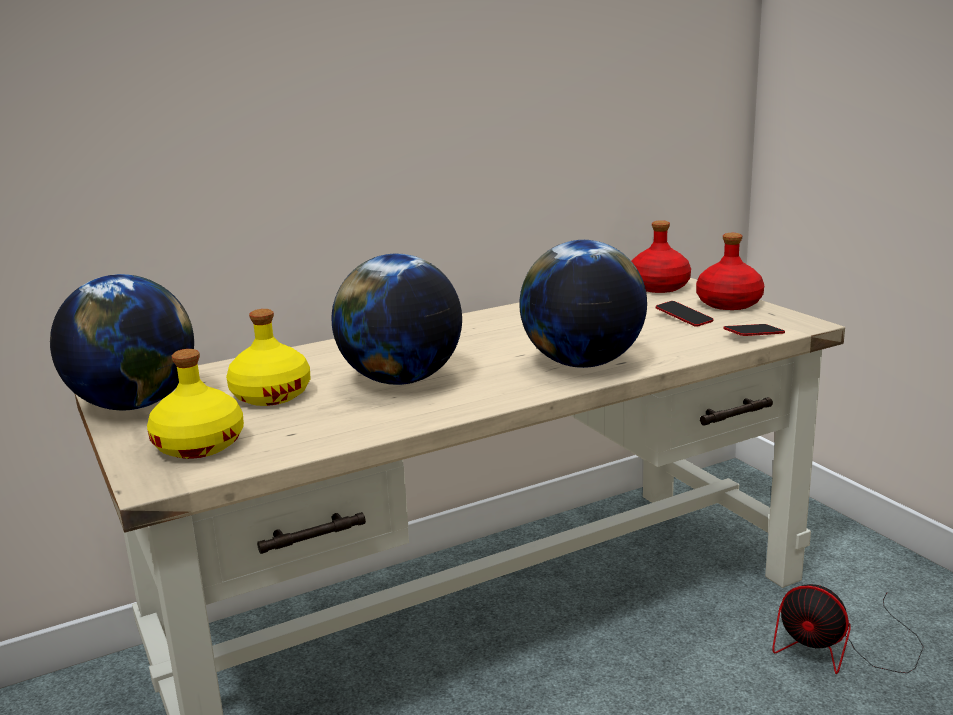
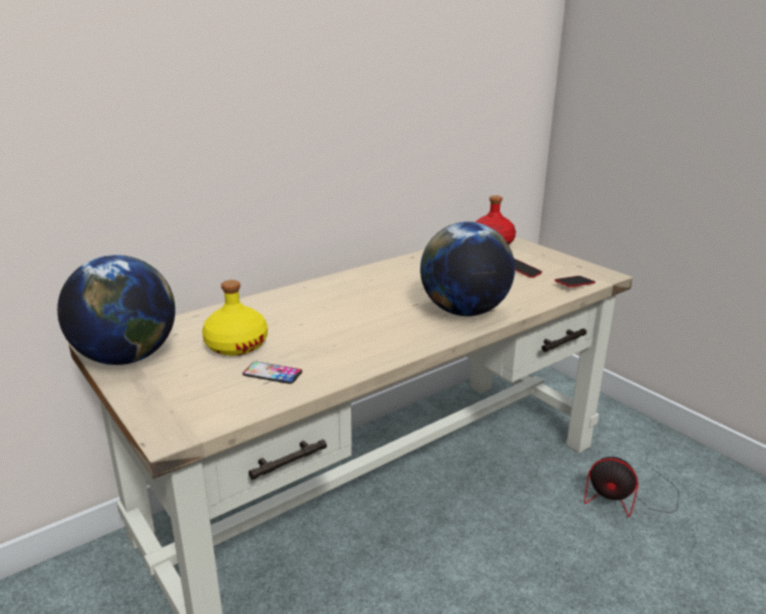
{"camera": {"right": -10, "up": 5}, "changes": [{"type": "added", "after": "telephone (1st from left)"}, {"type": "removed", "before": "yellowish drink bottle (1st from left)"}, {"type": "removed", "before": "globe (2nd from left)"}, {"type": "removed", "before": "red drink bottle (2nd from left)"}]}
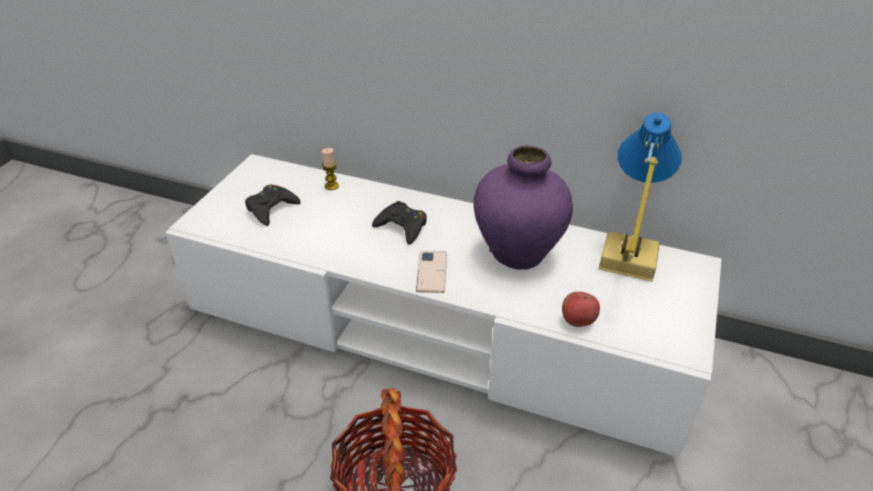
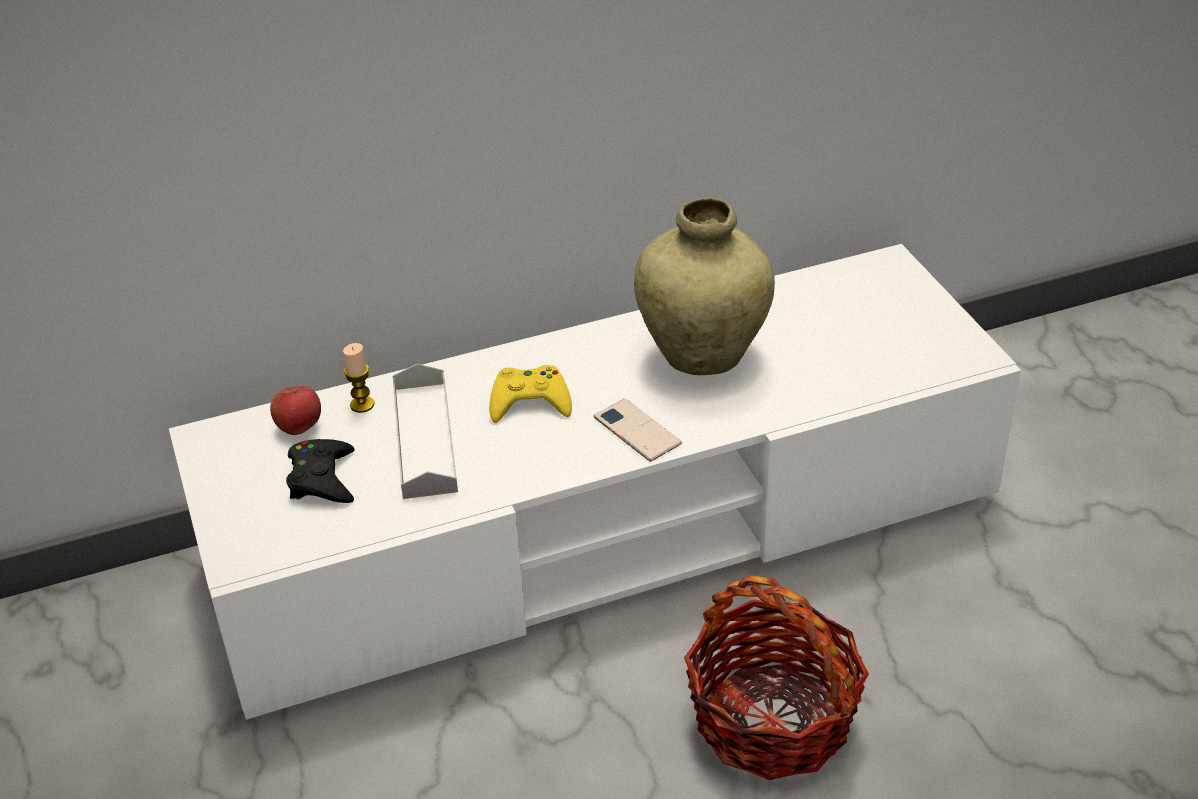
{"camera": {"right": -40, "up": 0}, "changes": [{"type": "moved", "before": "apple"}, {"type": "added", "after": "gray serving tray"}, {"type": "recoloured", "before": "blackish gamepad (2nd from left)", "after": "yellowish gamepad"}, {"type": "recoloured", "before": "purple-coloured decorative vase", "after": "beige decorative vase"}, {"type": "removed", "before": "tabletop lamp"}]}
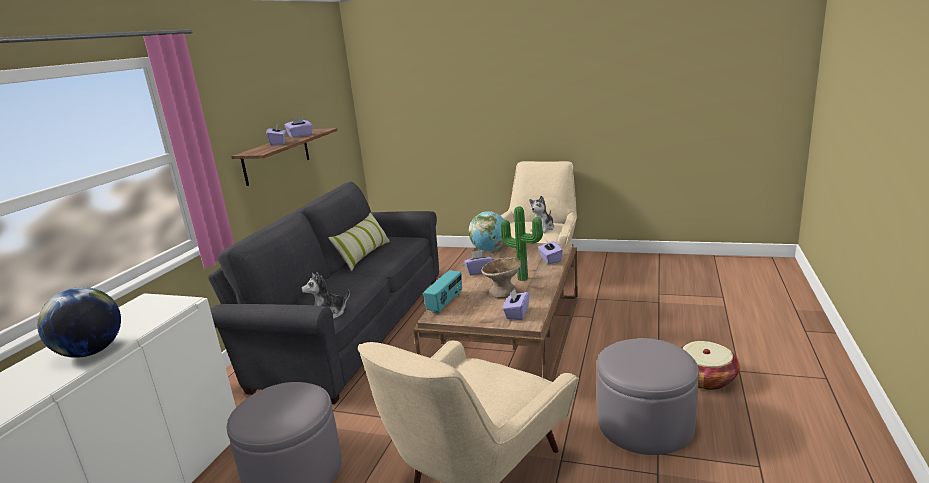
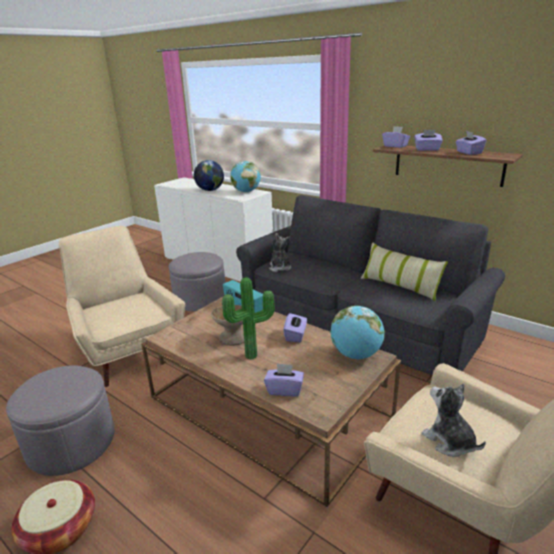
{"camera": {"right": 110, "up": 5}, "changes": [{"type": "added", "after": "globe (2nd from left)"}, {"type": "moved", "before": "purple-coloured tissue box (4th from left in the first image)", "after": "purple-coloured tissue box (3rd from left)"}]}
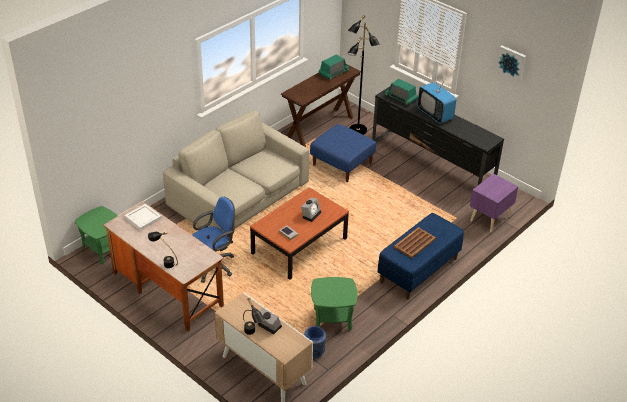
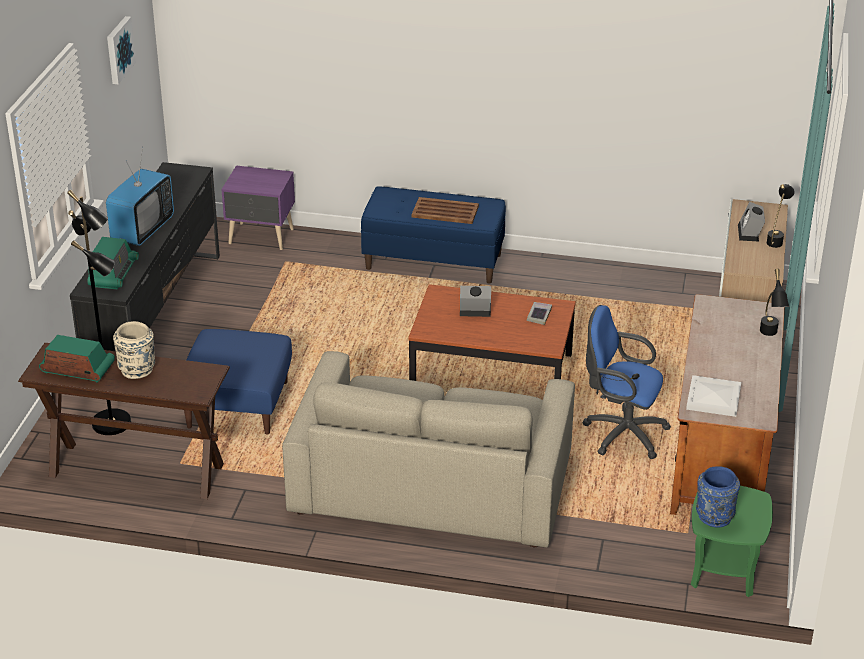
{"camera": {"right": -120, "up": -5}, "changes": [{"type": "added", "after": "beige decorative vase"}, {"type": "moved", "before": "blue-coloured decorative vase"}, {"type": "removed", "before": "greenish accent table (2nd from left)"}]}
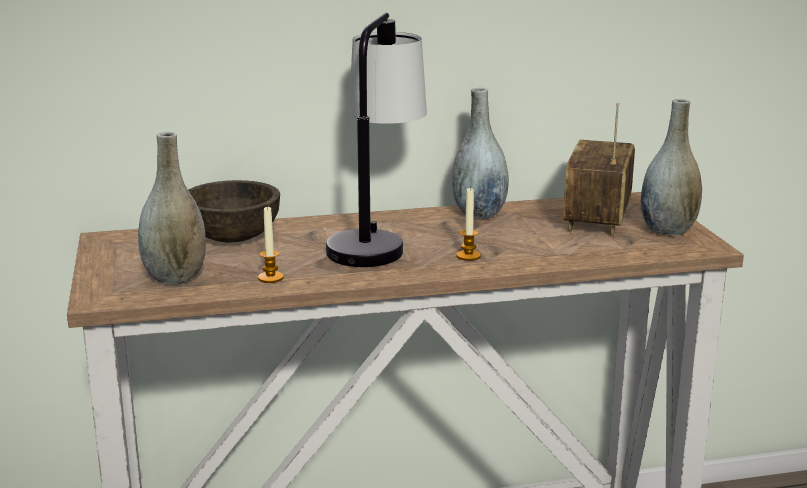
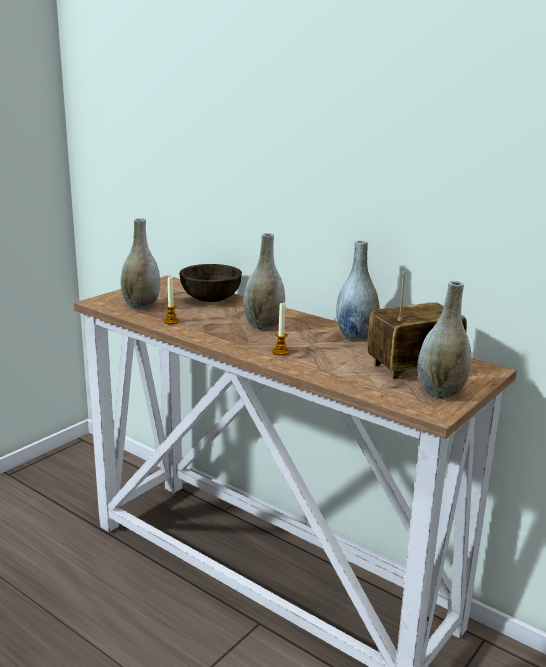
{"camera": {"right": 50, "up": 0}, "changes": [{"type": "replaced", "before": "tabletop lamp", "after": "gray decorative vase (2nd from left)"}]}
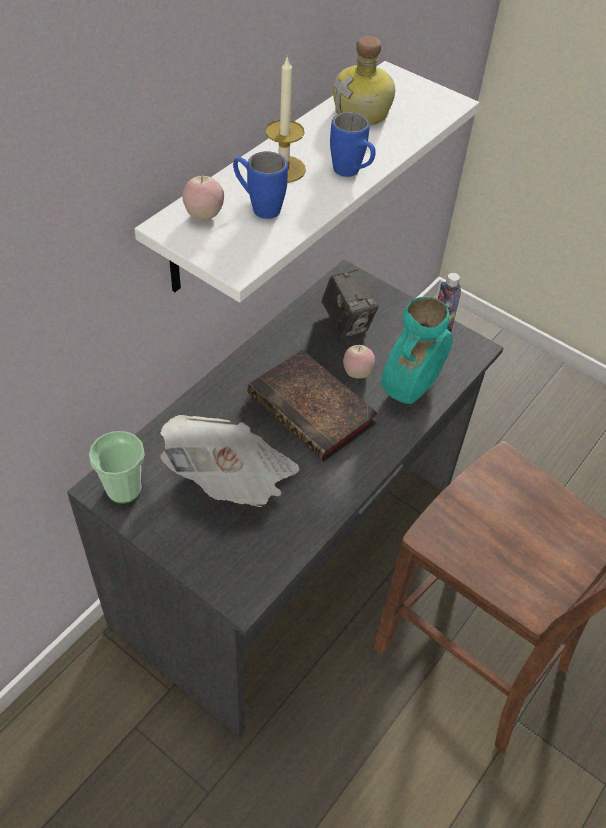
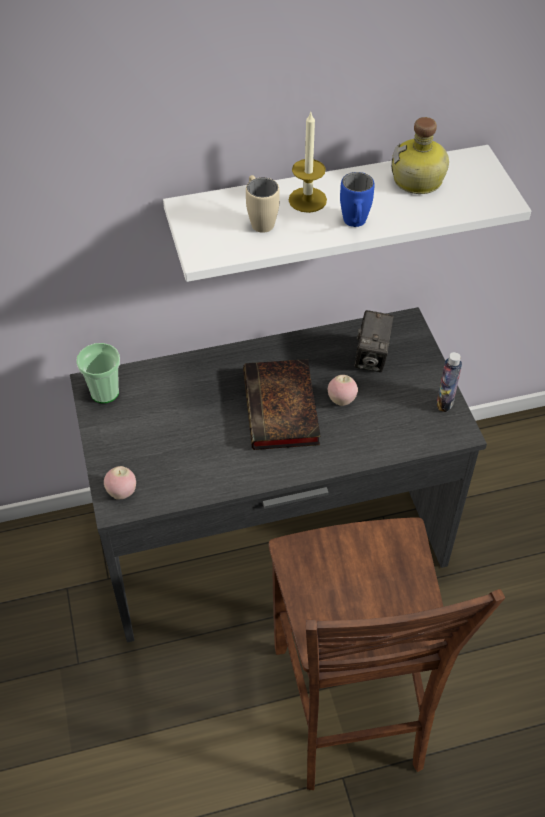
{"camera": {"right": 40, "up": 0}, "changes": [{"type": "moved", "before": "apple (1st from left)"}, {"type": "recoloured", "before": "blue-coloured mug (1st from left)", "after": "beige mug"}, {"type": "removed", "before": "newspaper"}, {"type": "removed", "before": "turquoise-coloured decorative vase"}]}
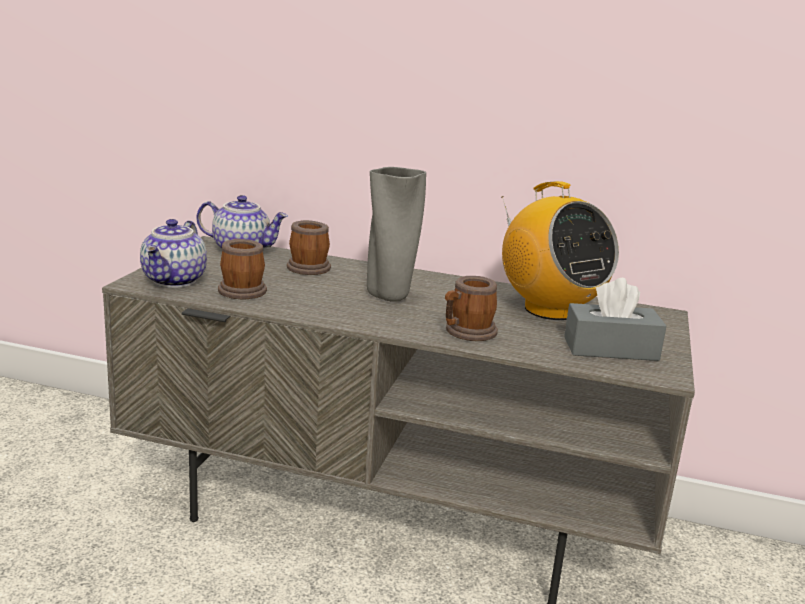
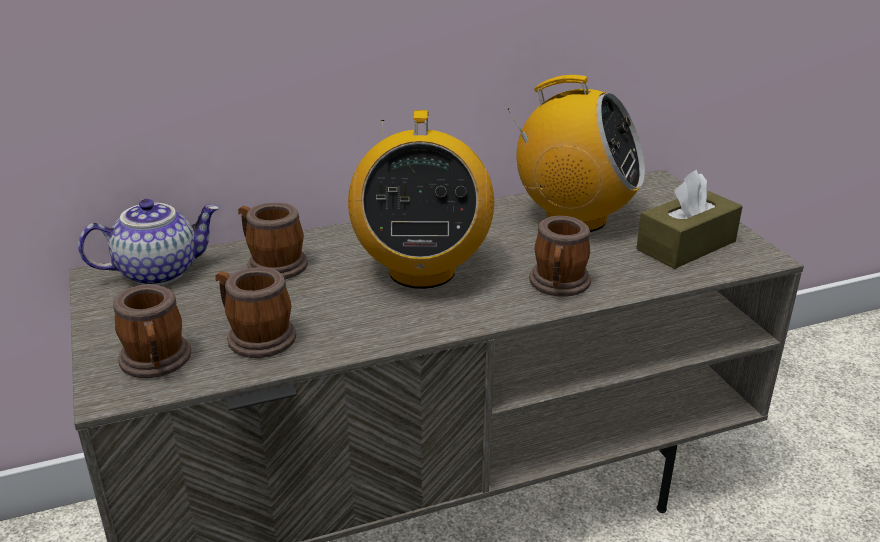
{"camera": {"right": -35, "up": 10}, "changes": [{"type": "replaced", "before": "pot for tea (1st from left)", "after": "mug (1st from left)"}, {"type": "replaced", "before": "gray decorative vase", "after": "radio (1st from left)"}, {"type": "recoloured", "before": "gray tissue box", "after": "brown-coloured tissue box"}]}
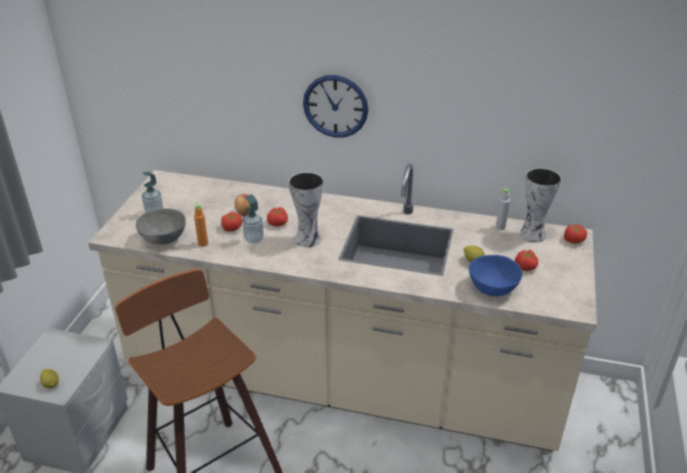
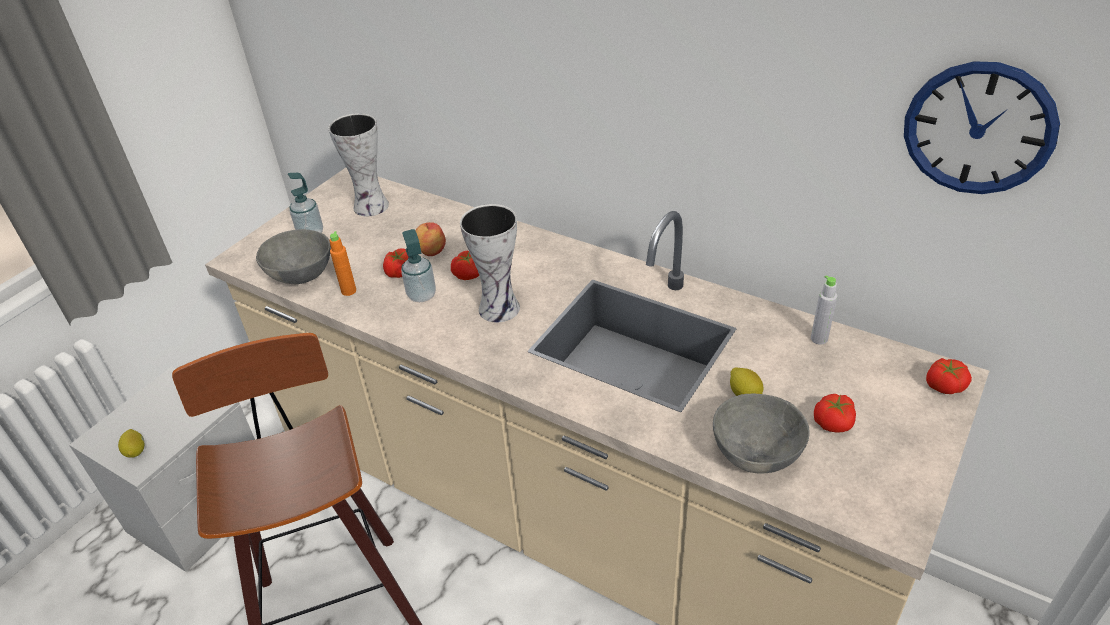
{"camera": {"right": 20, "up": 5}, "changes": [{"type": "moved", "before": "decorative vase (2nd from left in the first image)", "after": "decorative vase (1st from left)"}, {"type": "recoloured", "before": "blue-coloured deep dish", "after": "gray deep dish (2nd from left)"}, {"type": "moved", "before": "hanging clock"}]}
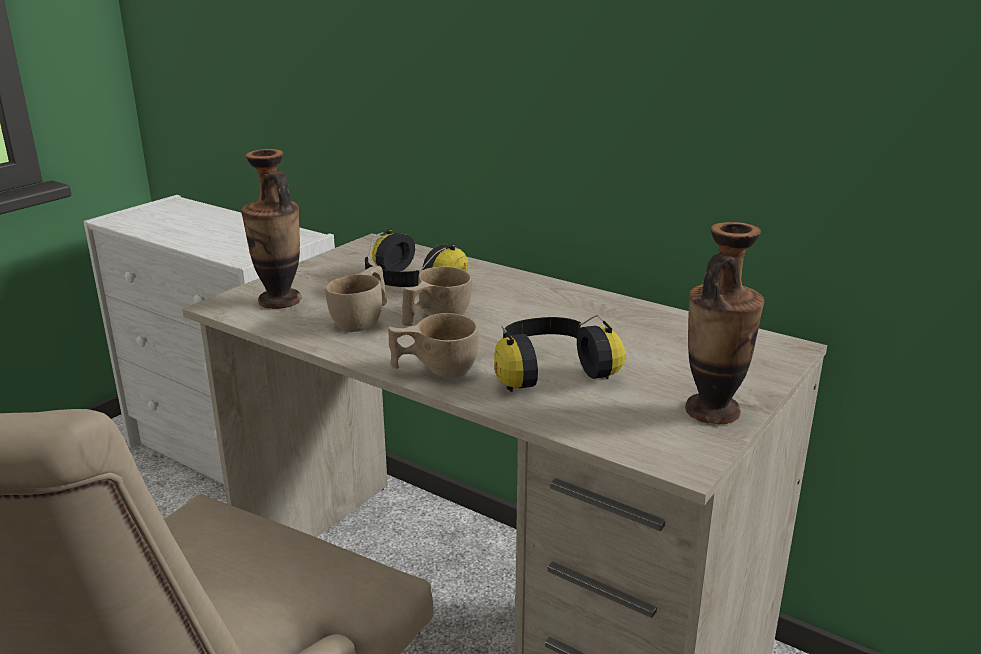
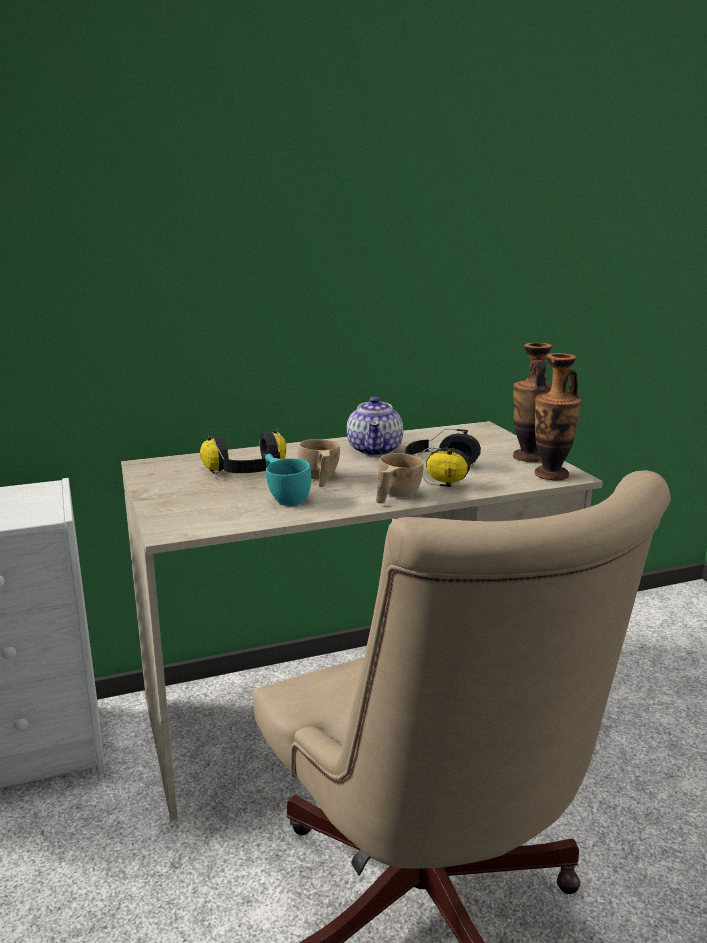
{"camera": {"right": -55, "up": -5}, "changes": [{"type": "recoloured", "before": "beige small cup (1st from left)", "after": "turquoise-coloured small cup"}, {"type": "added", "after": "pot for tea"}, {"type": "moved", "before": "decorative vase (1st from left in the first image)", "after": "decorative vase (2nd from left)"}]}
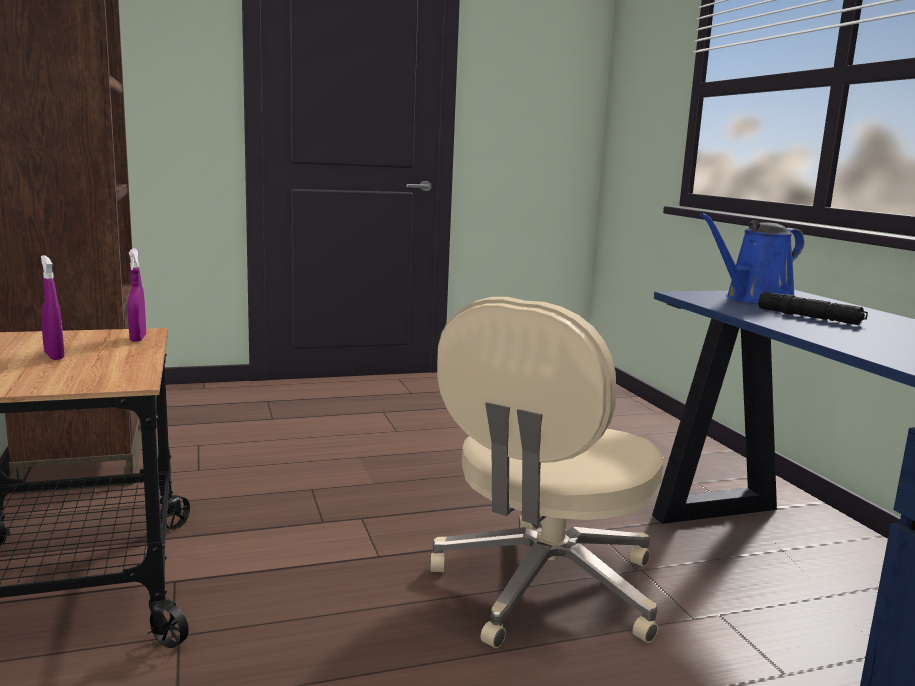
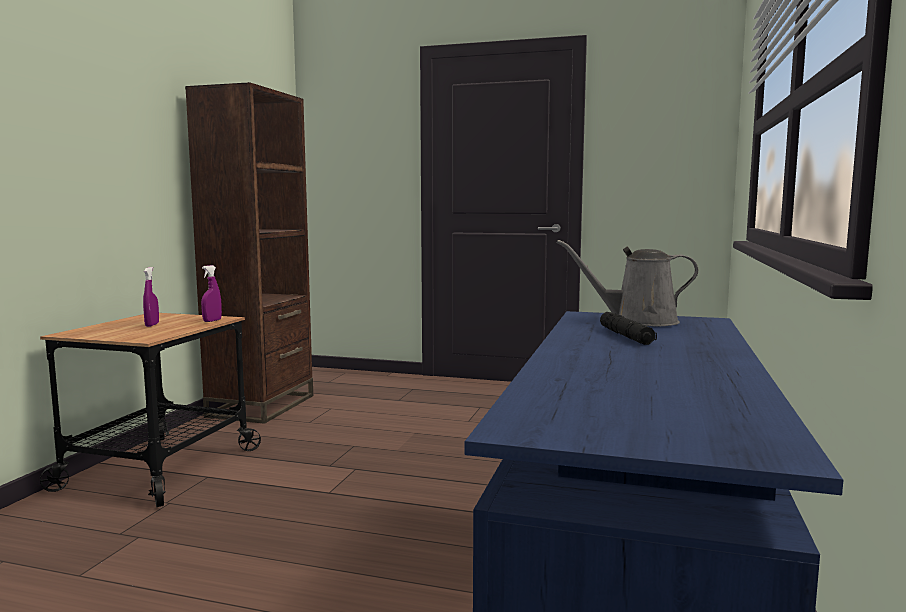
{"camera": {"right": 35, "up": -5}, "changes": [{"type": "recoloured", "before": "blue-coloured watering pot", "after": "gray watering pot"}, {"type": "removed", "before": "beige desk chair"}]}
